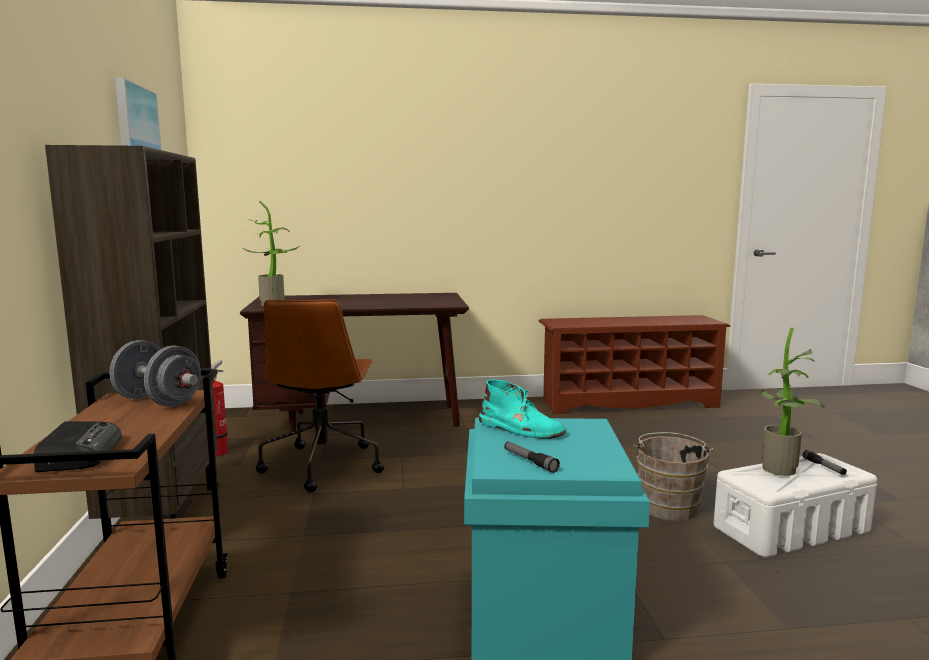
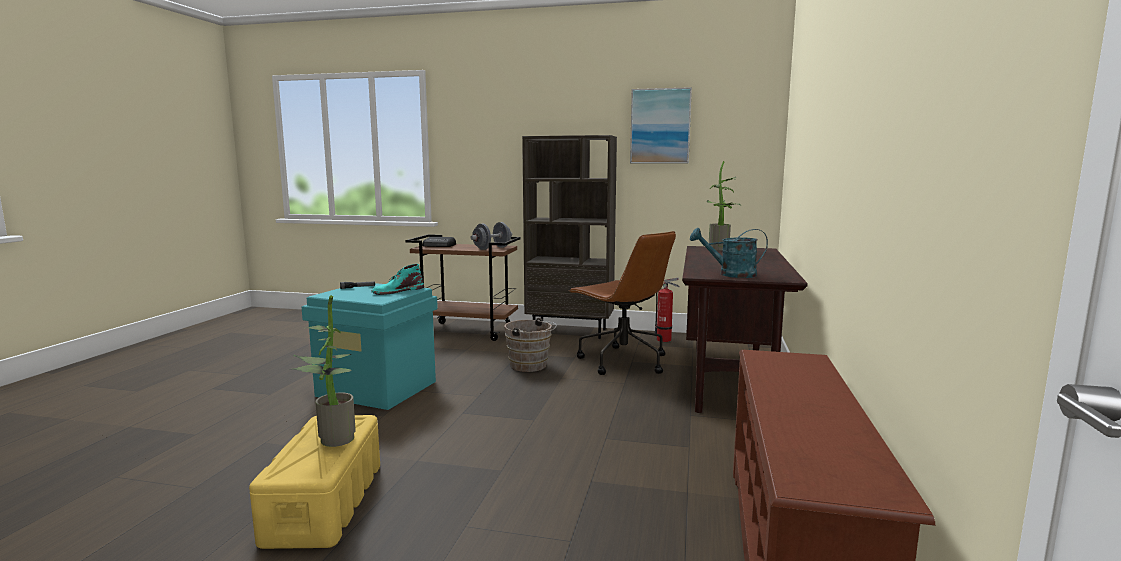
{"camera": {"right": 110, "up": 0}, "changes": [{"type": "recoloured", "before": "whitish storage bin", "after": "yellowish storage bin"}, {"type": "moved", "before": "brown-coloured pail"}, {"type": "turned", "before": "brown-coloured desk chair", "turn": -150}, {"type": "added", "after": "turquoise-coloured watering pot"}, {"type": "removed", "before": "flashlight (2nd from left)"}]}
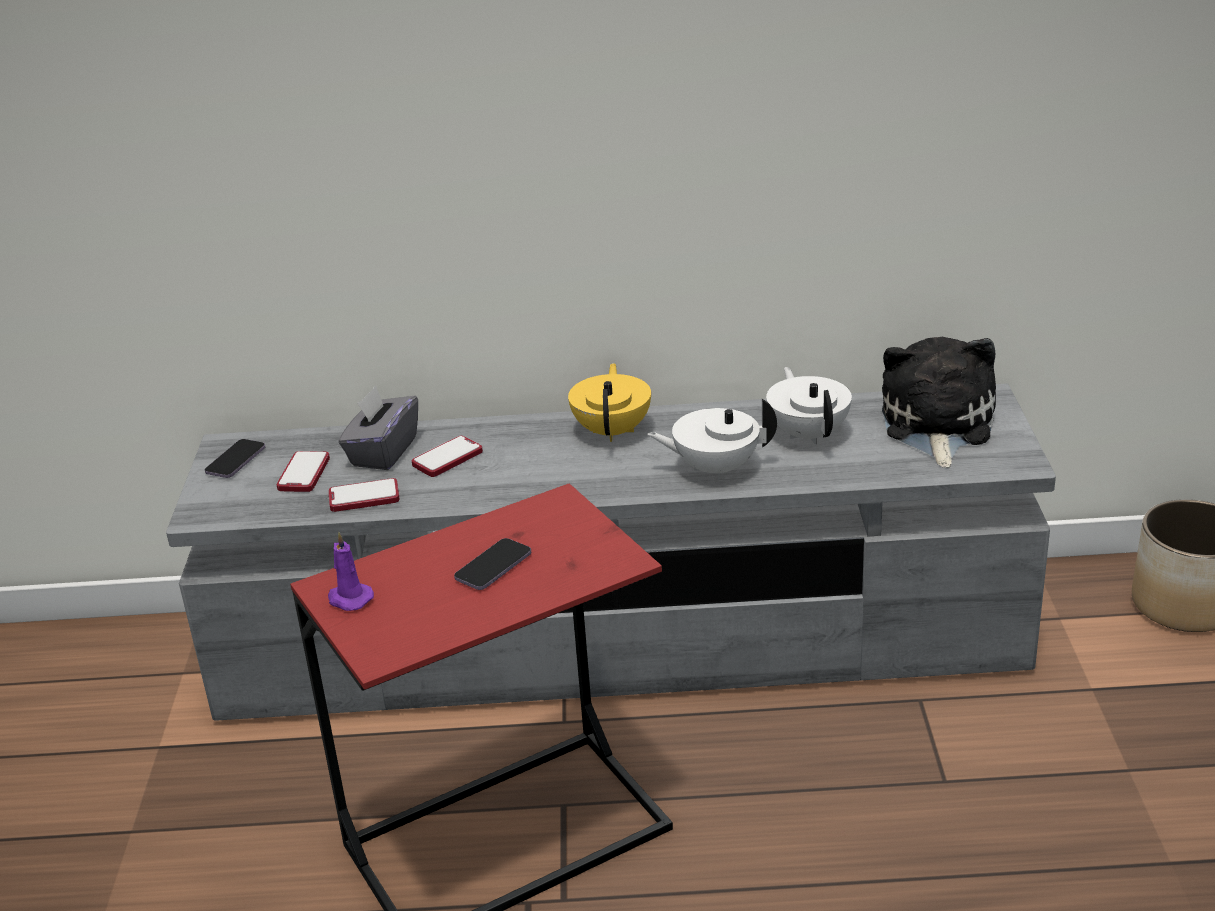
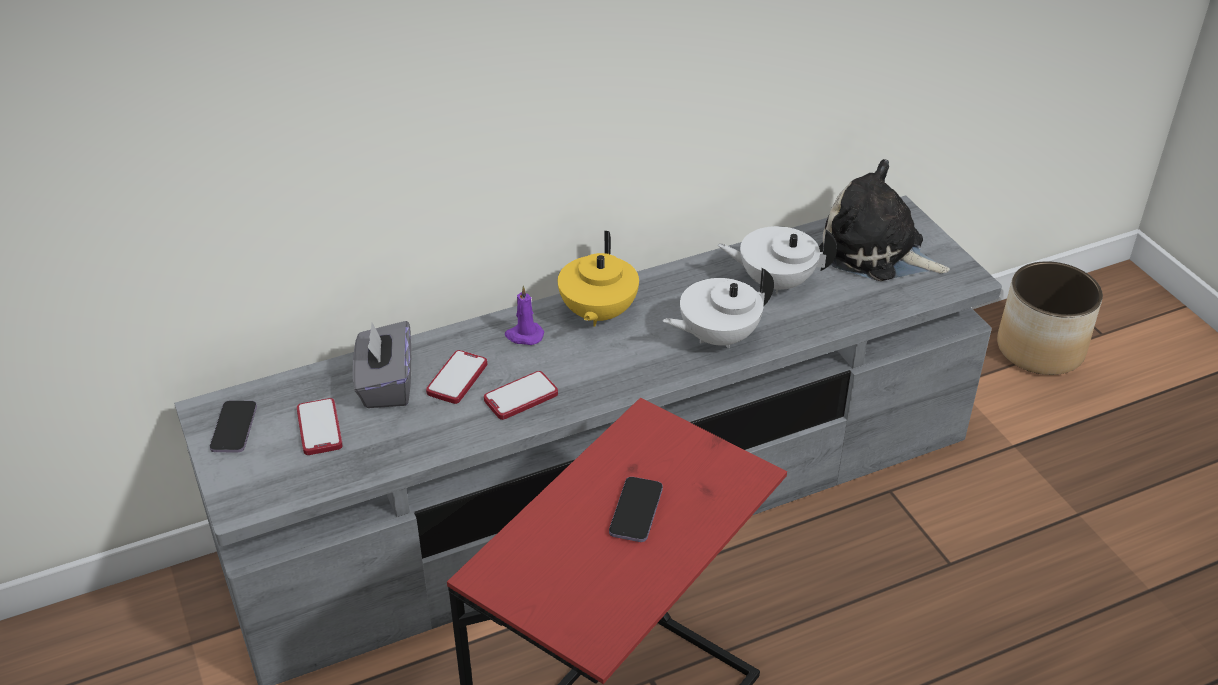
{"camera": {"right": -25, "up": 10}, "changes": [{"type": "moved", "before": "telephone (3rd from left in the first image)", "after": "telephone (4th from left)"}, {"type": "moved", "before": "purple-coloured wax candle"}, {"type": "turned", "before": "yellowish pot for tea", "turn": -150}, {"type": "turned", "before": "whitish pot for tea (2nd from left)", "turn": -45}, {"type": "turned", "before": "soft toy", "turn": -45}]}
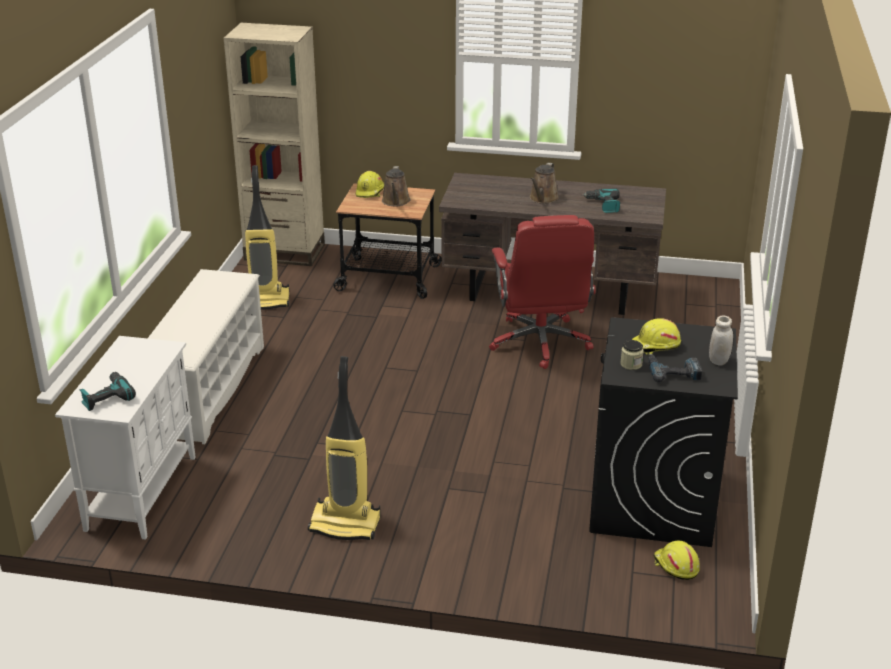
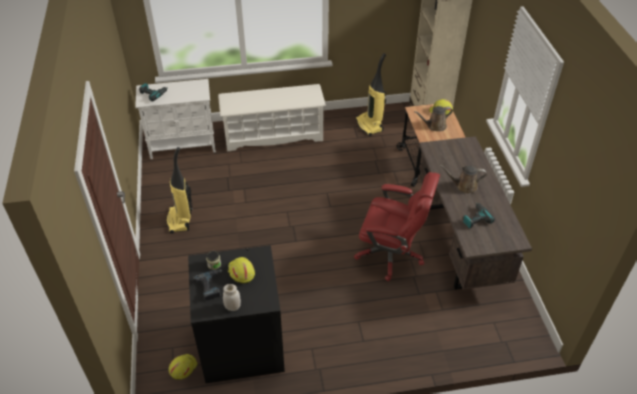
{"camera": {"right": 70, "up": 15}, "changes": [{"type": "turned", "before": "red desk chair", "turn": -135}]}
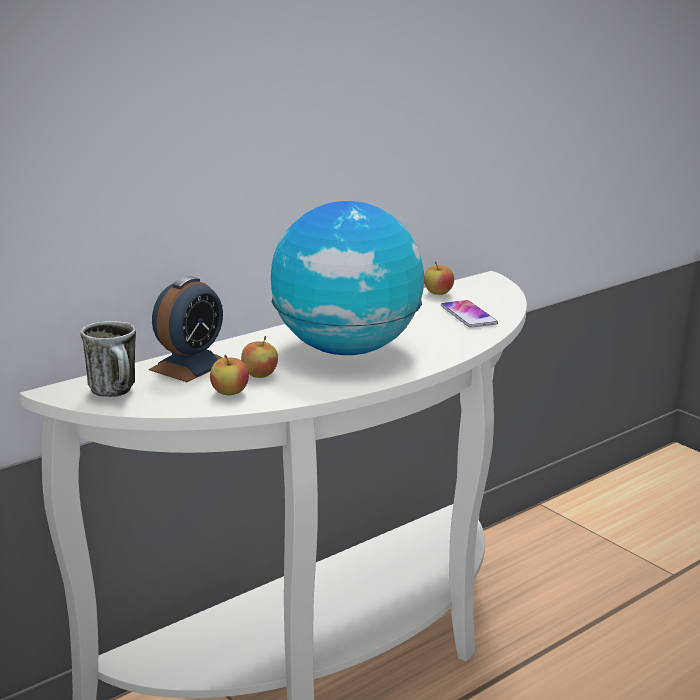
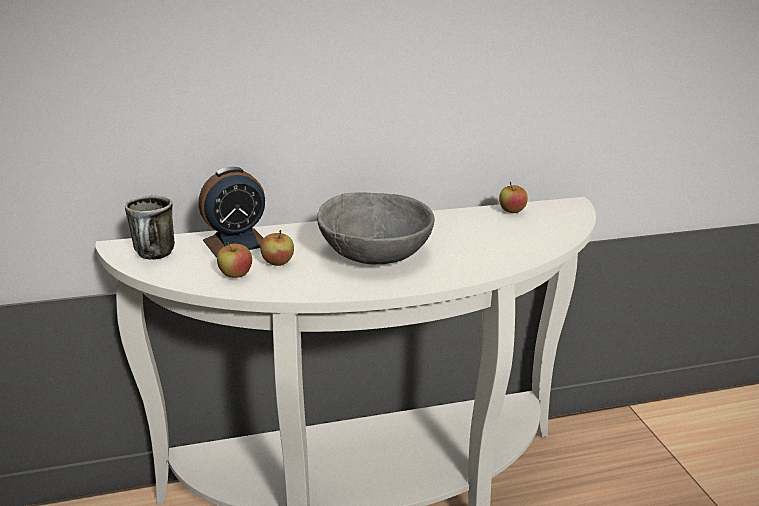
{"camera": {"right": 25, "up": 5}, "changes": [{"type": "replaced", "before": "globe", "after": "gray deep dish"}, {"type": "removed", "before": "telephone"}]}
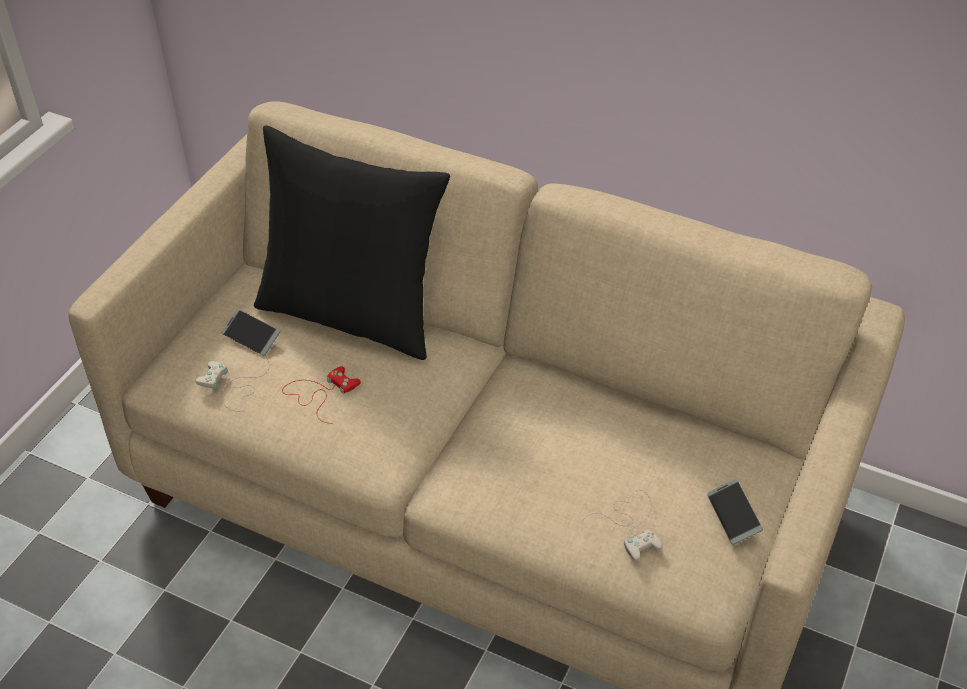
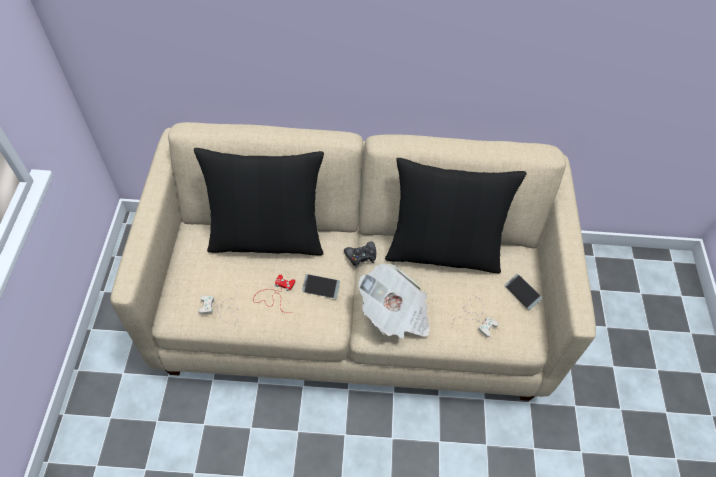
{"camera": {"right": -25, "up": 10}, "changes": [{"type": "moved", "before": "telephone (1st from left)"}, {"type": "added", "after": "blackish gamepad"}, {"type": "added", "after": "newspaper"}, {"type": "added", "after": "blackish throw pillow (2nd from left)"}]}
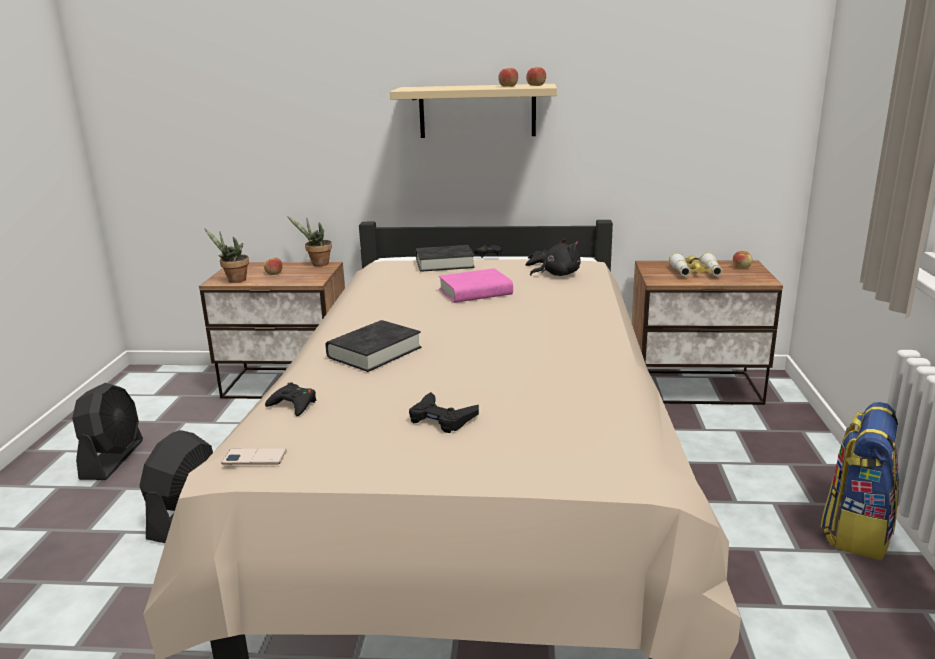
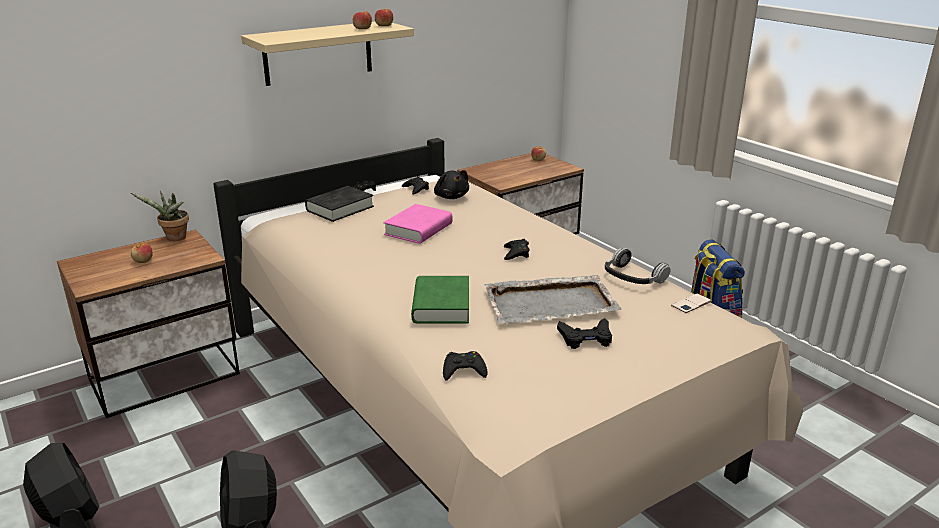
{"camera": {"right": -40, "up": 5}, "changes": [{"type": "recoloured", "before": "blackish volume (1st from left)", "after": "greenish volume"}, {"type": "turned", "before": "blackish soft toy", "turn": 120}, {"type": "added", "after": "gray serving tray"}, {"type": "added", "after": "blackish gamepad (4th from left)"}, {"type": "added", "after": "headset"}, {"type": "moved", "before": "telephone"}, {"type": "removed", "before": "plant in a pot (1st from left)"}, {"type": "removed", "before": "pair of binoculars"}]}
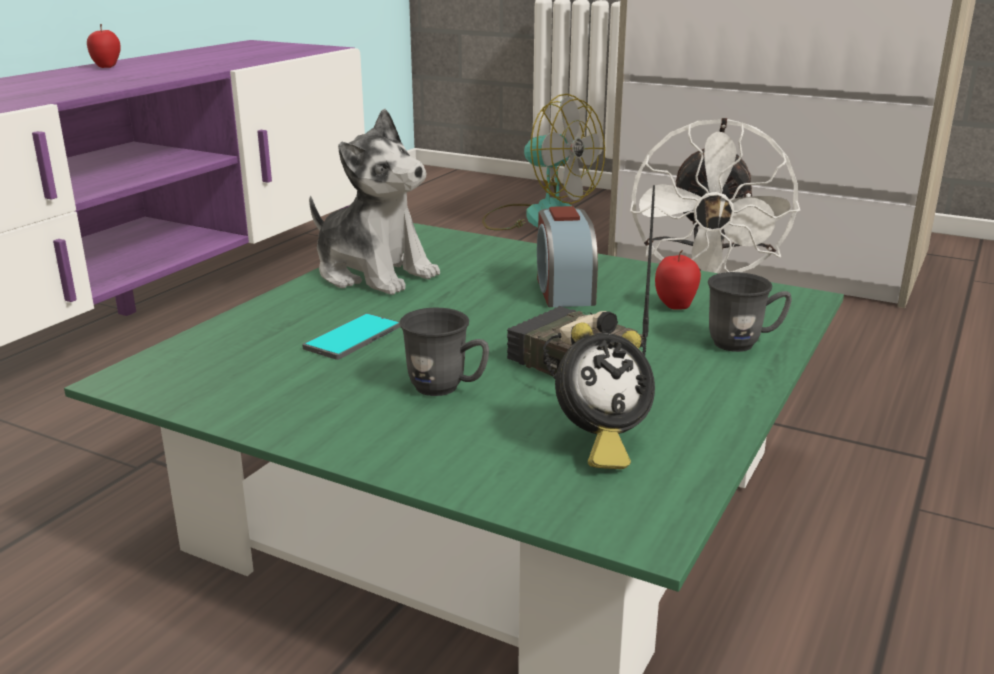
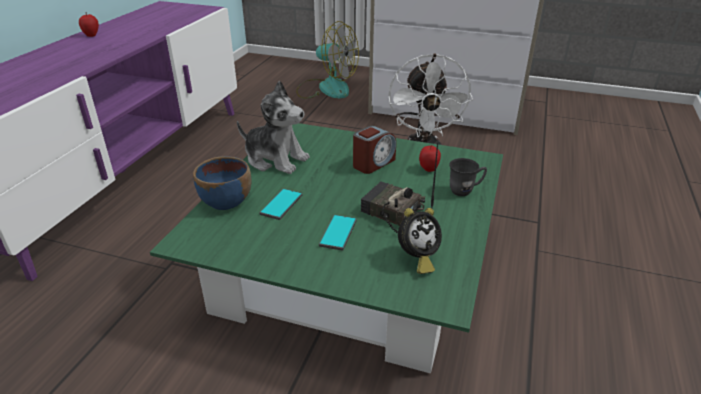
{"camera": {"right": -10, "up": 10}, "changes": [{"type": "added", "after": "blue-coloured deep dish"}, {"type": "replaced", "before": "gray mug (1st from left)", "after": "telephone (2nd from left)"}, {"type": "turned", "before": "alarm clock (1st from left)", "turn": -120}]}
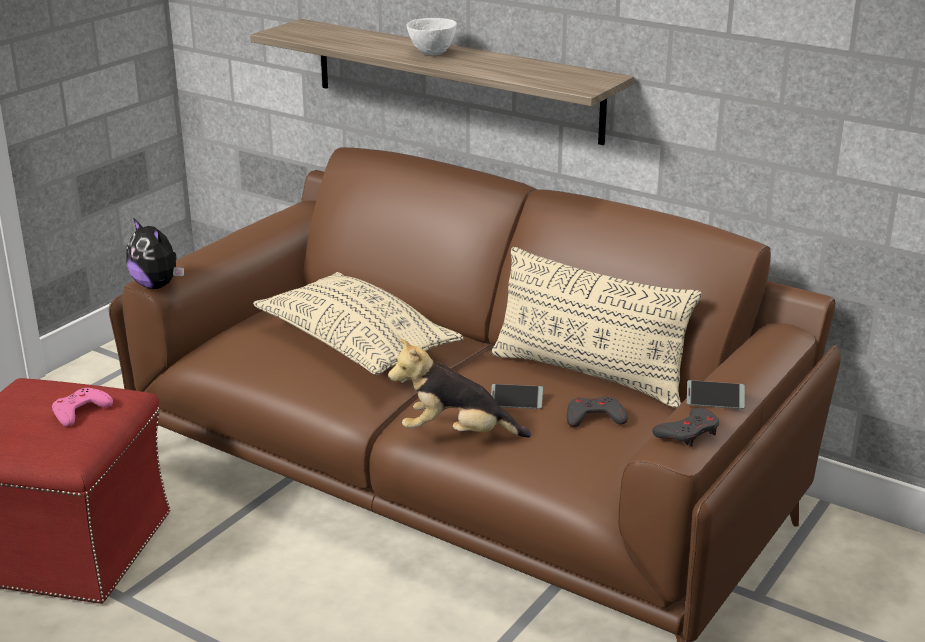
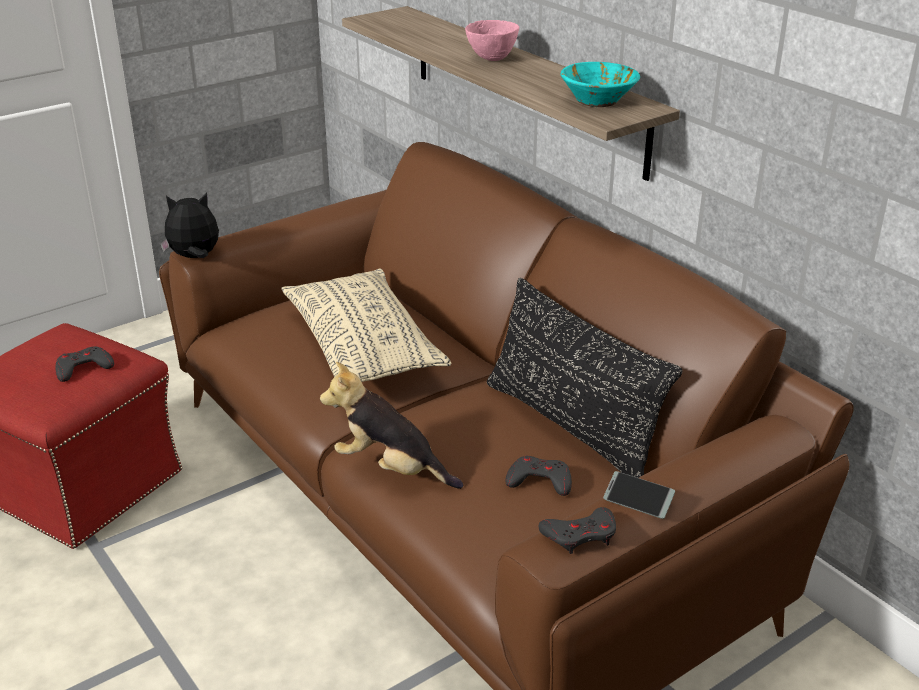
{"camera": {"right": 20, "up": 5}, "changes": [{"type": "recoloured", "before": "pink gamepad", "after": "gray gamepad (1st from left)"}, {"type": "turned", "before": "soft toy (1st from left)", "turn": 105}, {"type": "recoloured", "before": "whitish deep dish", "after": "pink deep dish"}, {"type": "recoloured", "before": "beige throw pillow (2nd from left)", "after": "blackish throw pillow"}, {"type": "added", "after": "turquoise-coloured deep dish"}, {"type": "removed", "before": "telephone (1st from left)"}]}
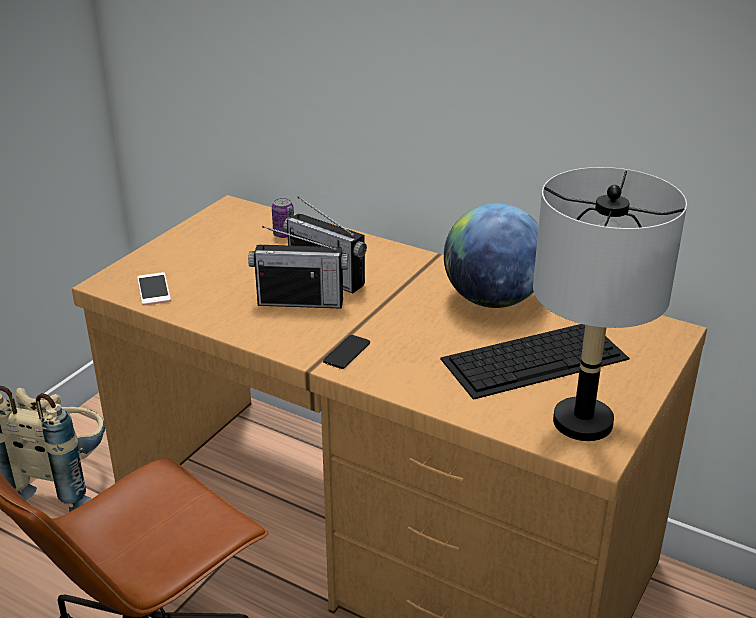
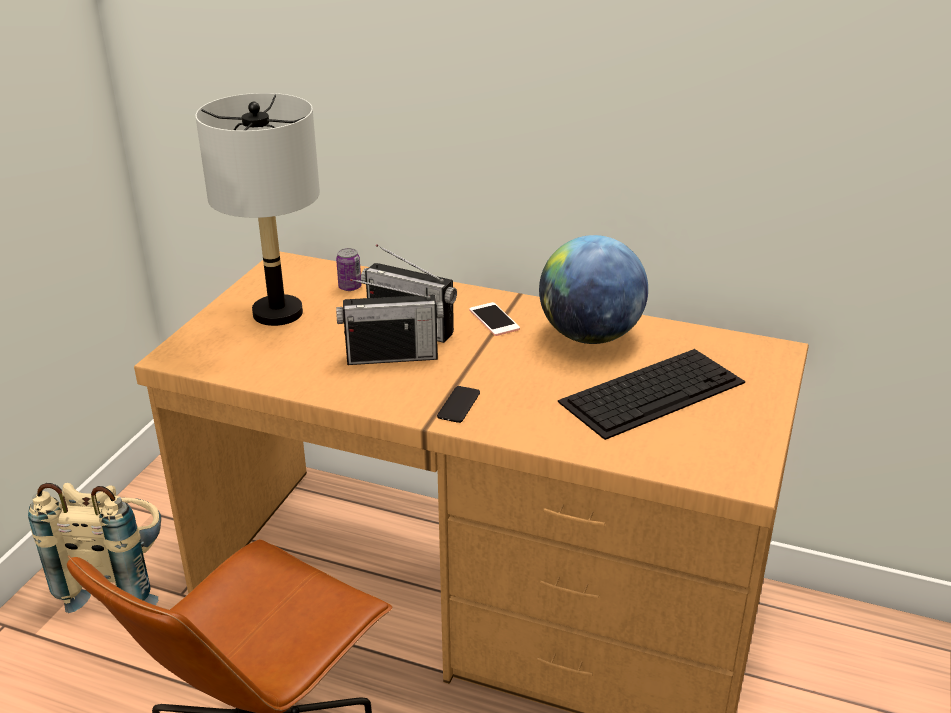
{"camera": {"right": -10, "up": 0}, "changes": [{"type": "moved", "before": "gray tabletop lamp"}, {"type": "moved", "before": "telephone (1st from left in the first image)", "after": "telephone (2nd from left)"}]}
